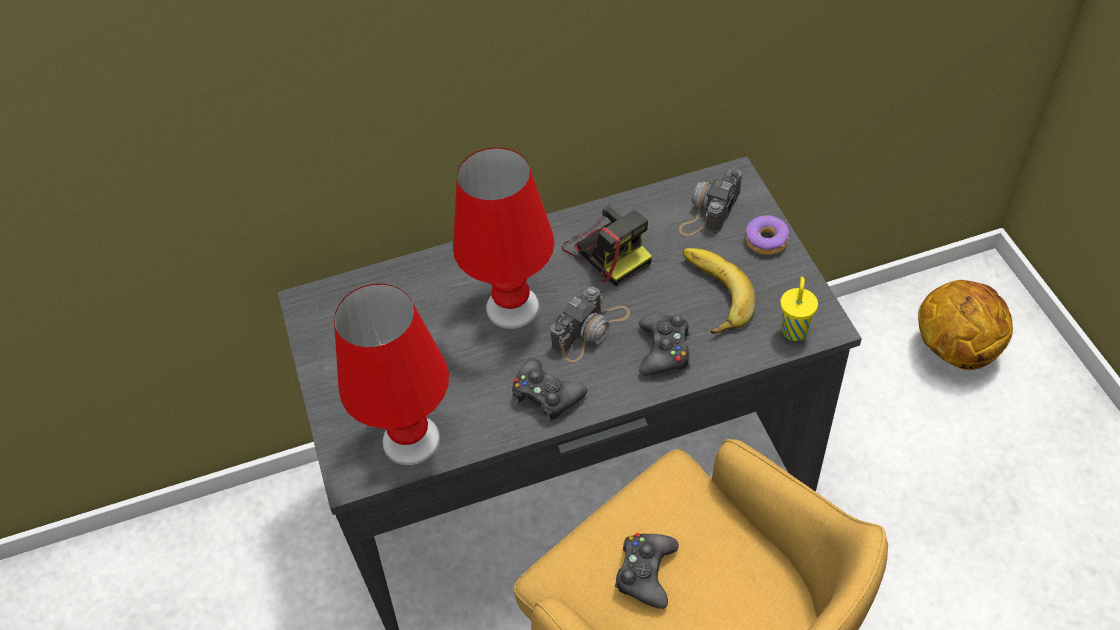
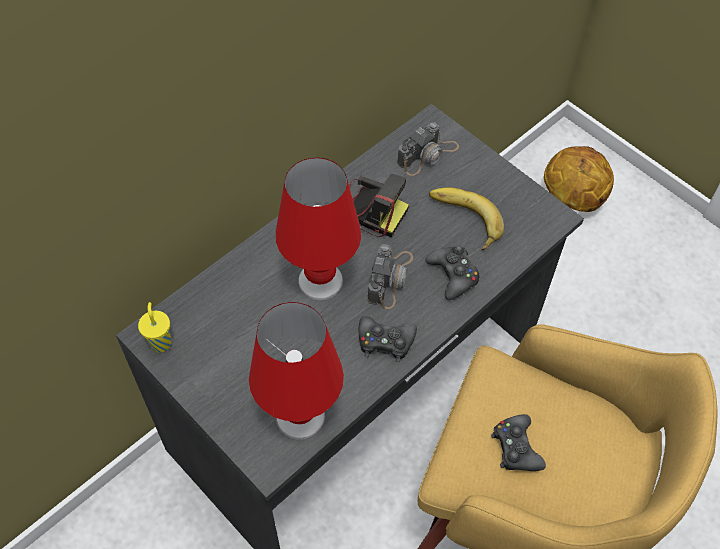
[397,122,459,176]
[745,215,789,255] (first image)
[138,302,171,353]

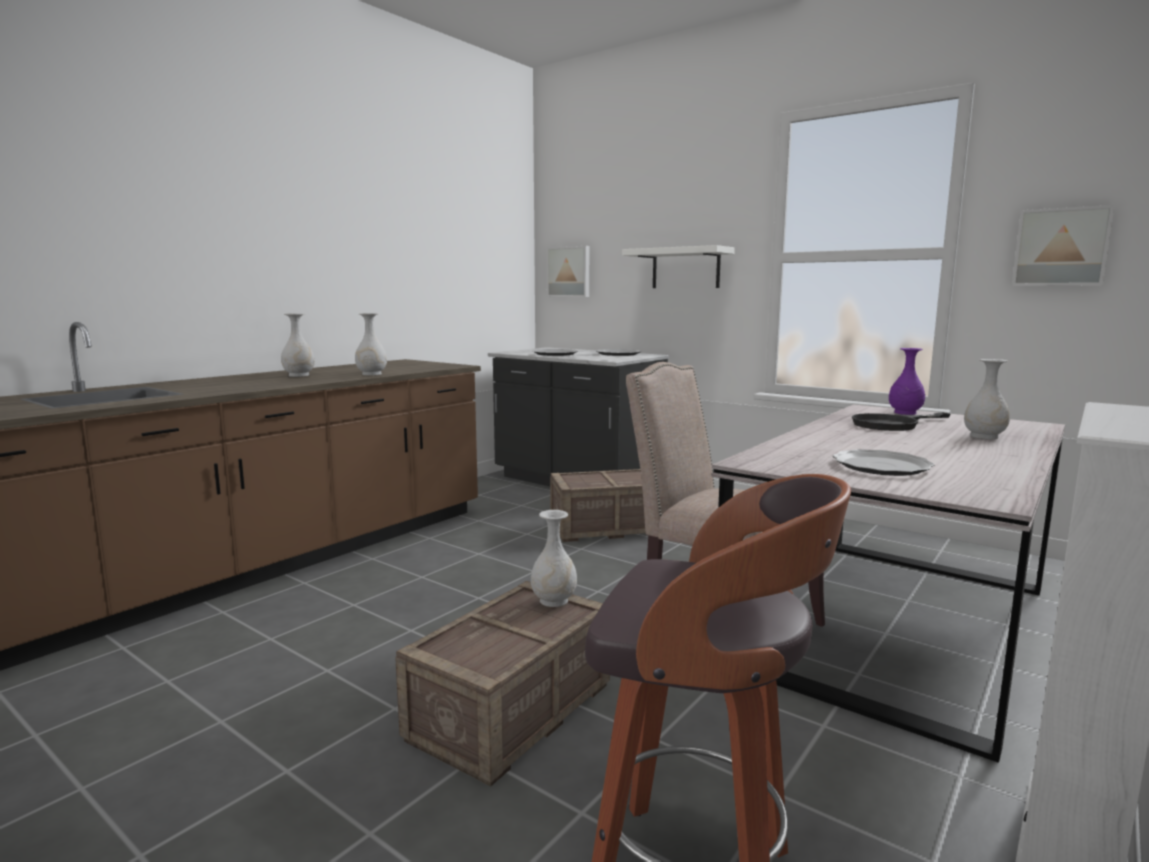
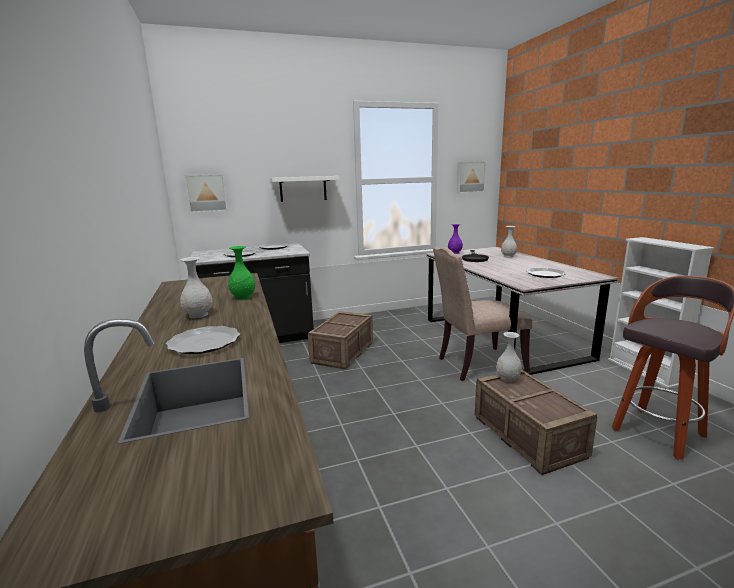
[228,246,255,300]
[166,326,240,354]

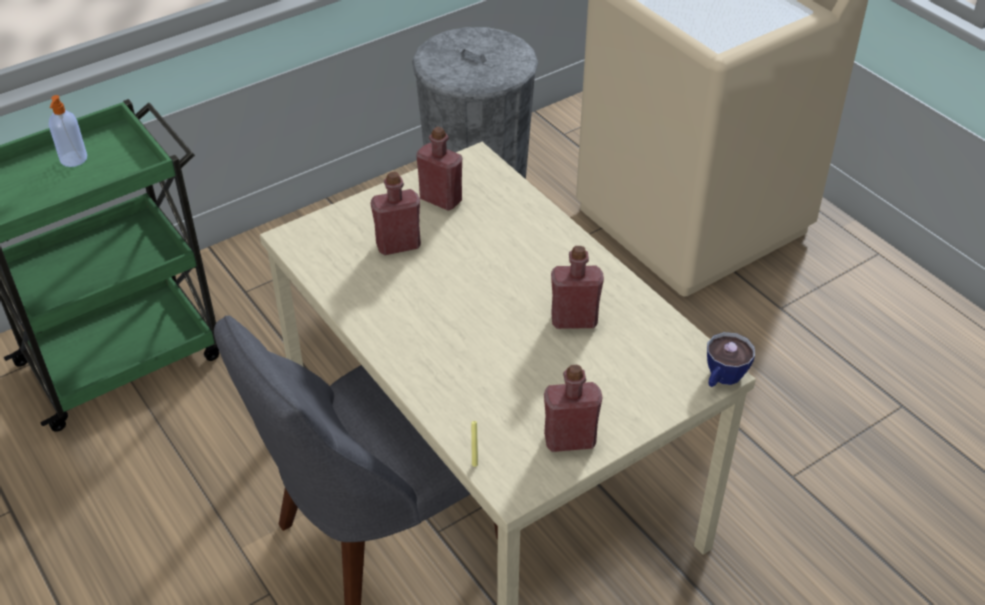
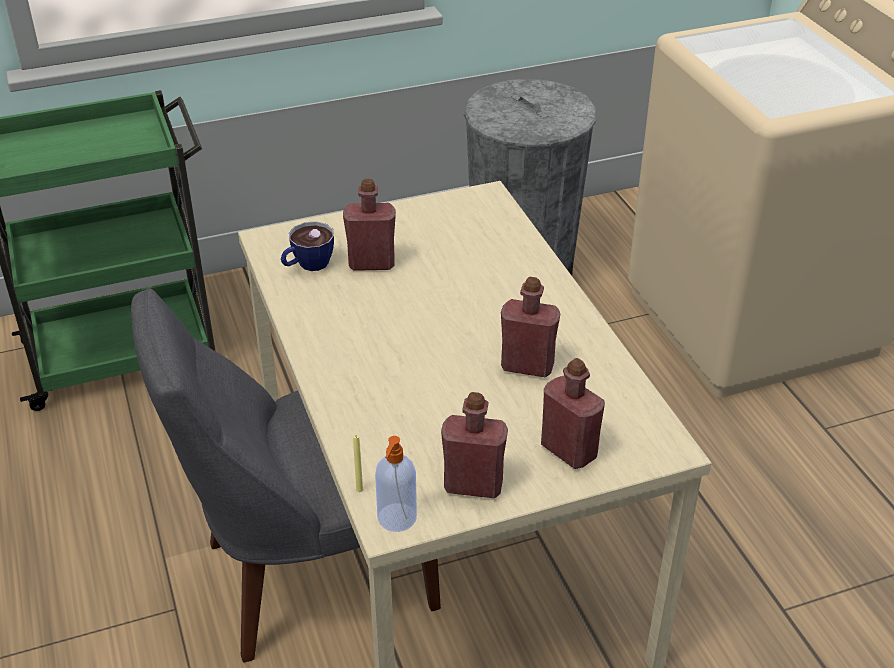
[375,436,417,532]
[541,358,605,469]
[281,221,334,271]

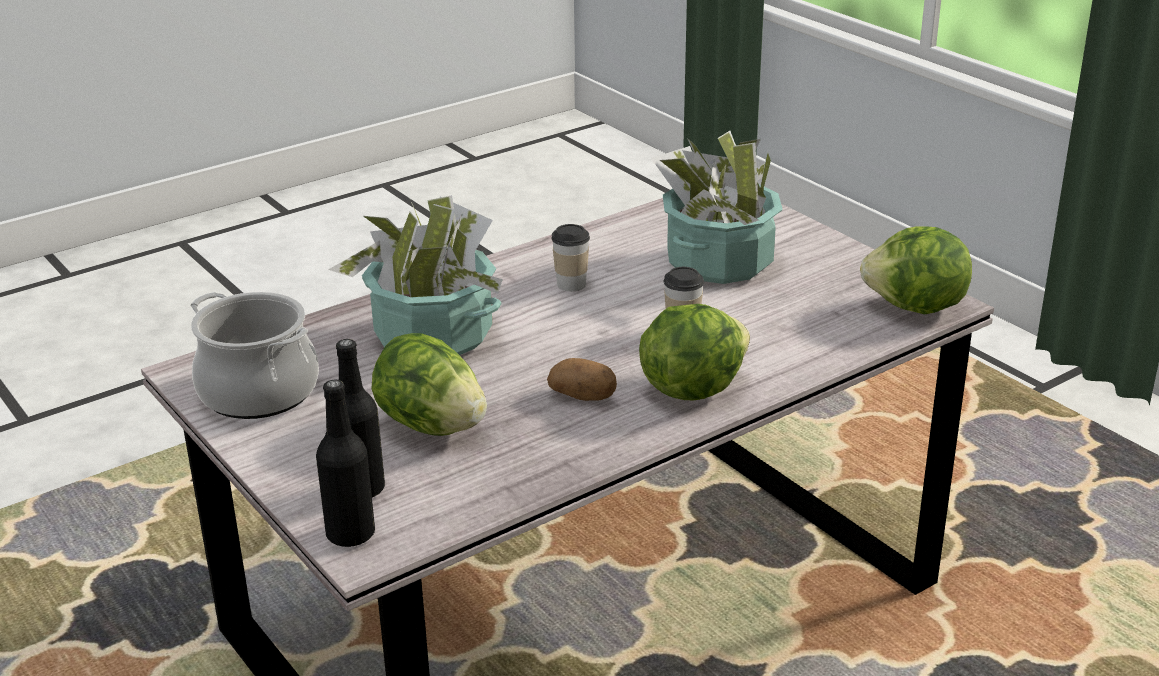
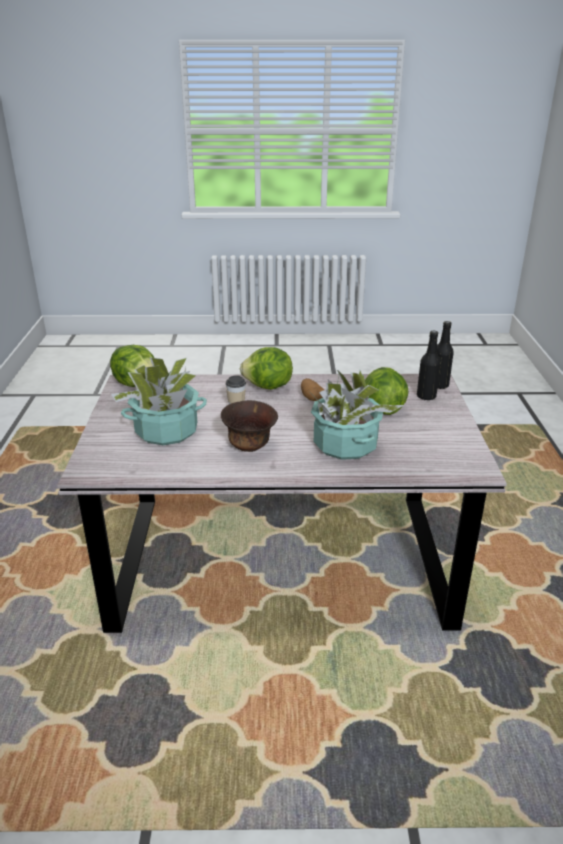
[221,400,278,452]
[190,292,319,419] (first image)

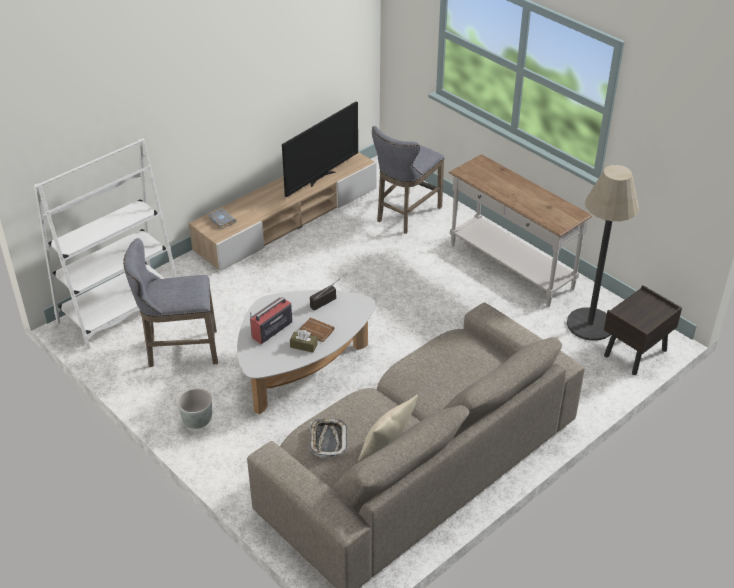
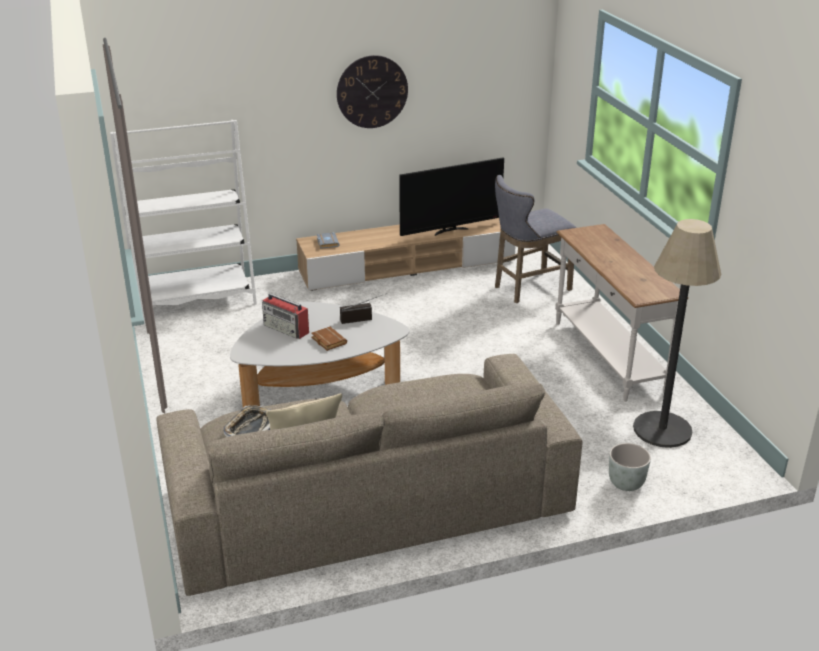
[123,238,218,367] (first image)
[604,285,682,375] (first image)
[262,293,309,339]
[290,330,318,353] (first image)
[609,443,651,491]
[337,55,408,128]

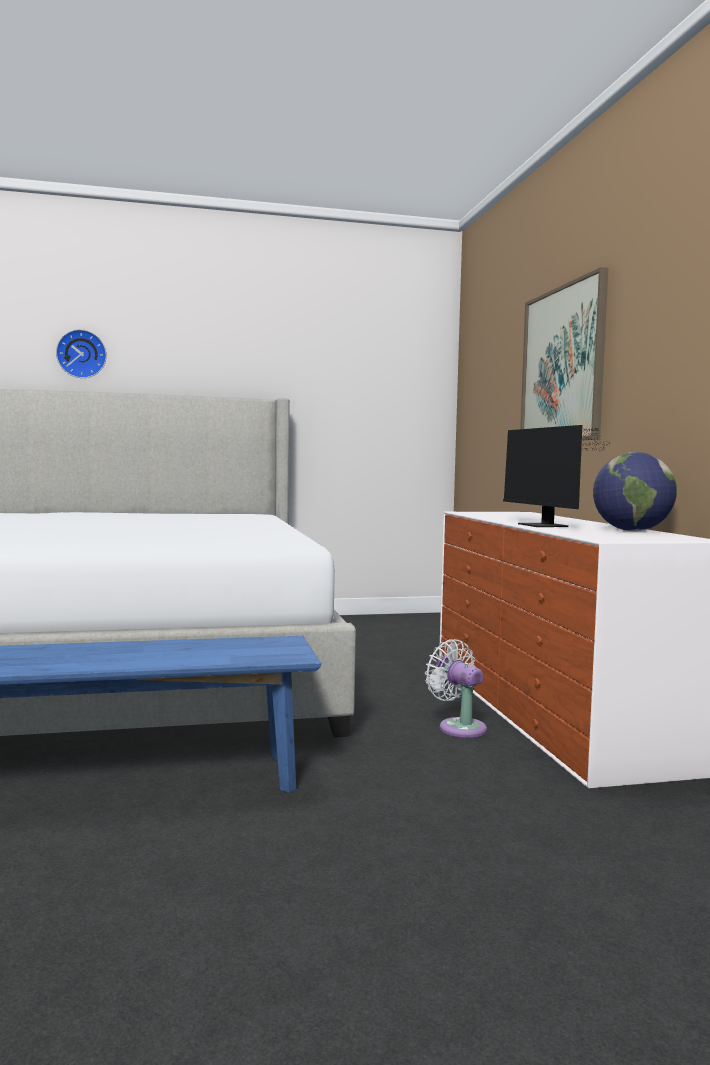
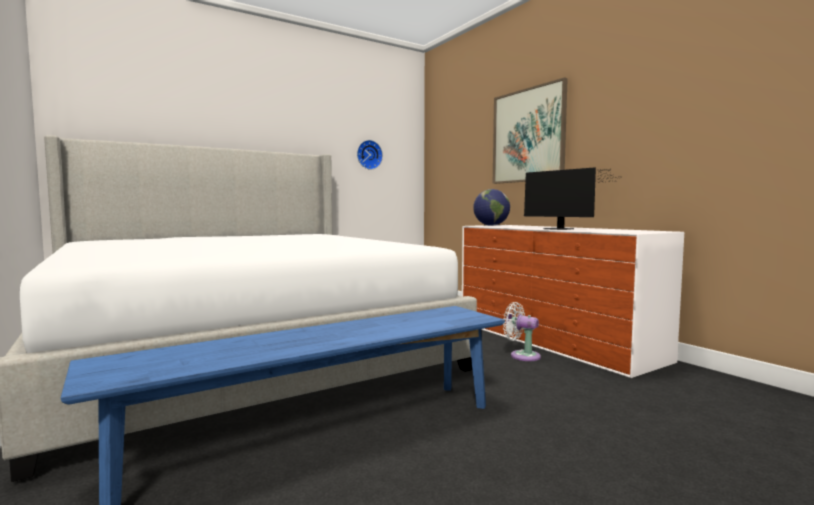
[357,140,383,170]
[473,189,510,226]

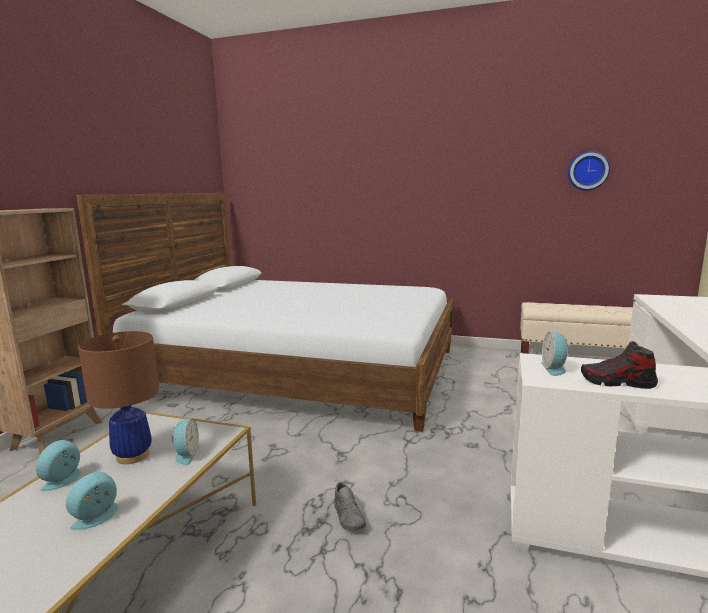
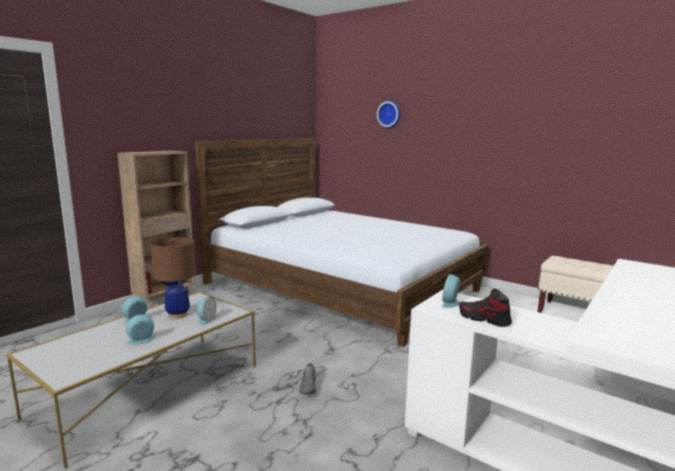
[377,100,401,129]

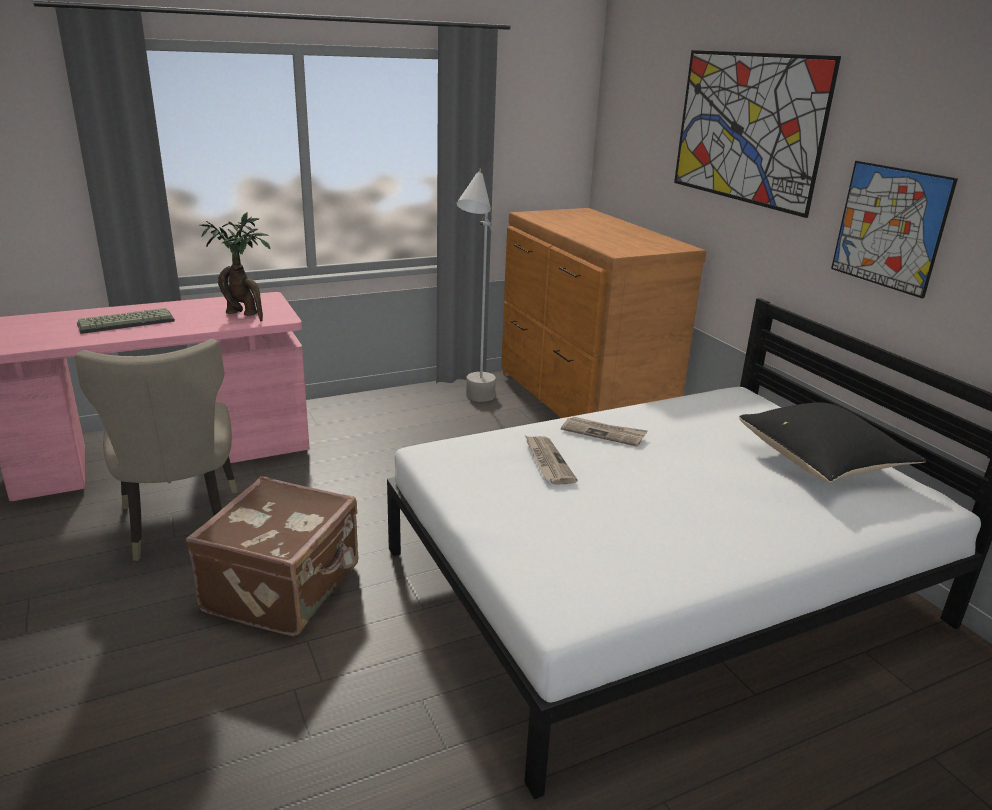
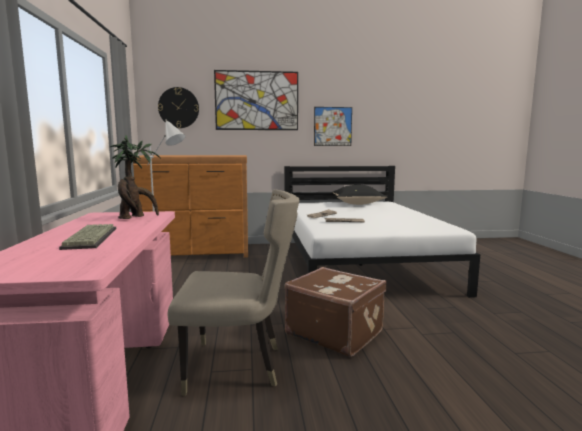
[158,87,199,128]

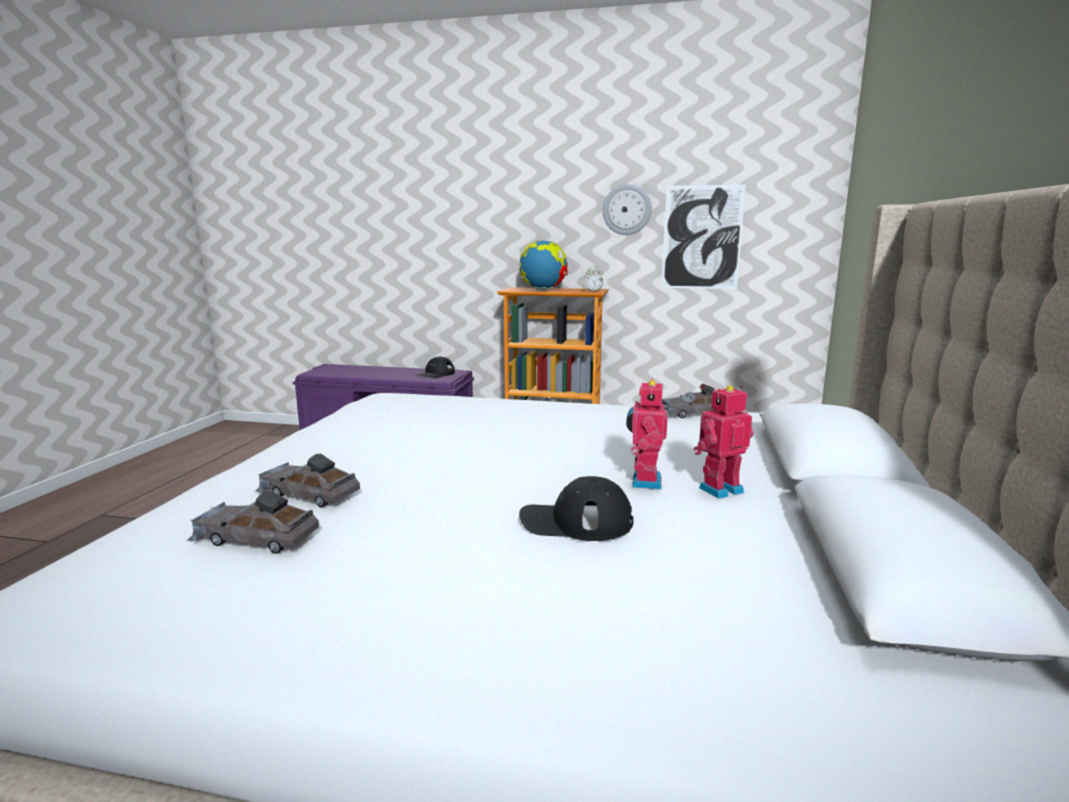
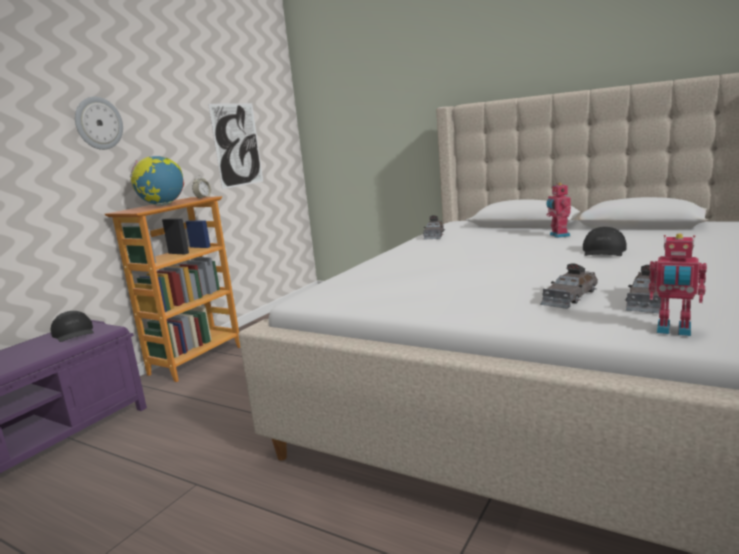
[75,97,123,150]
[648,233,707,336]

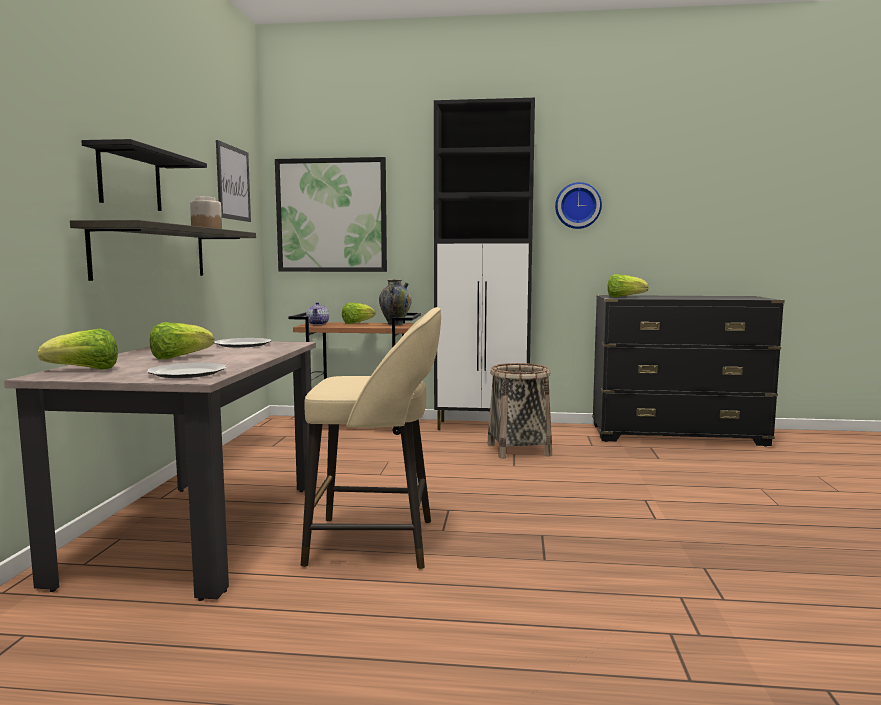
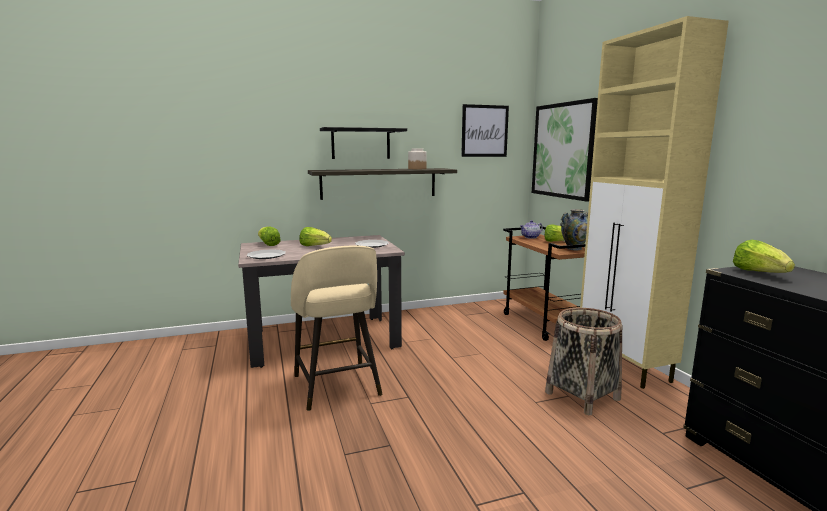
[580,16,729,389]
[555,182,602,229] (first image)

